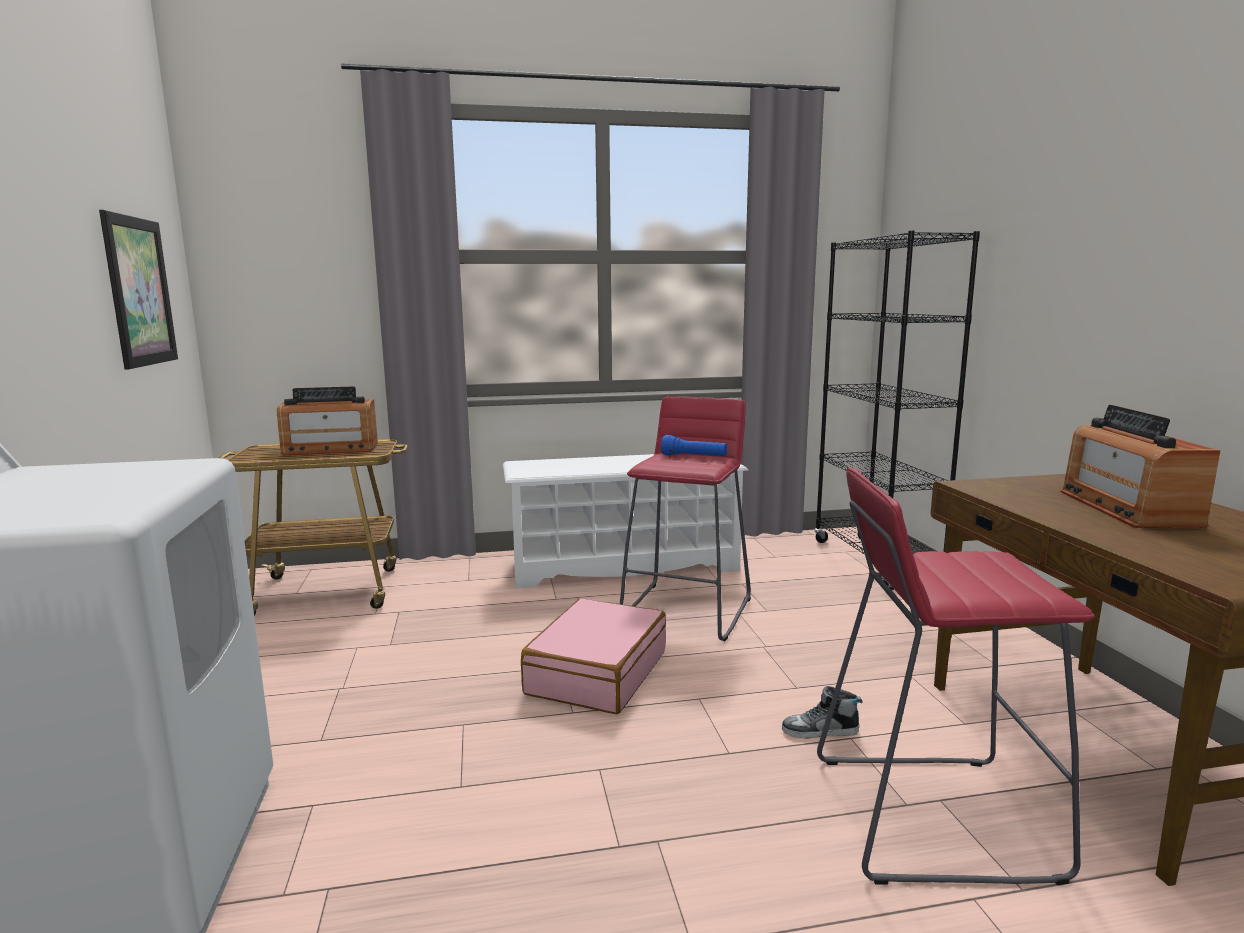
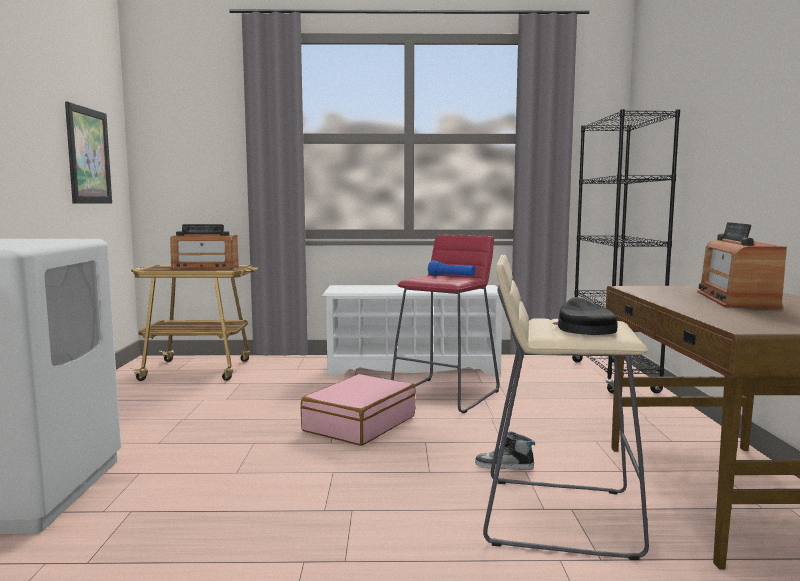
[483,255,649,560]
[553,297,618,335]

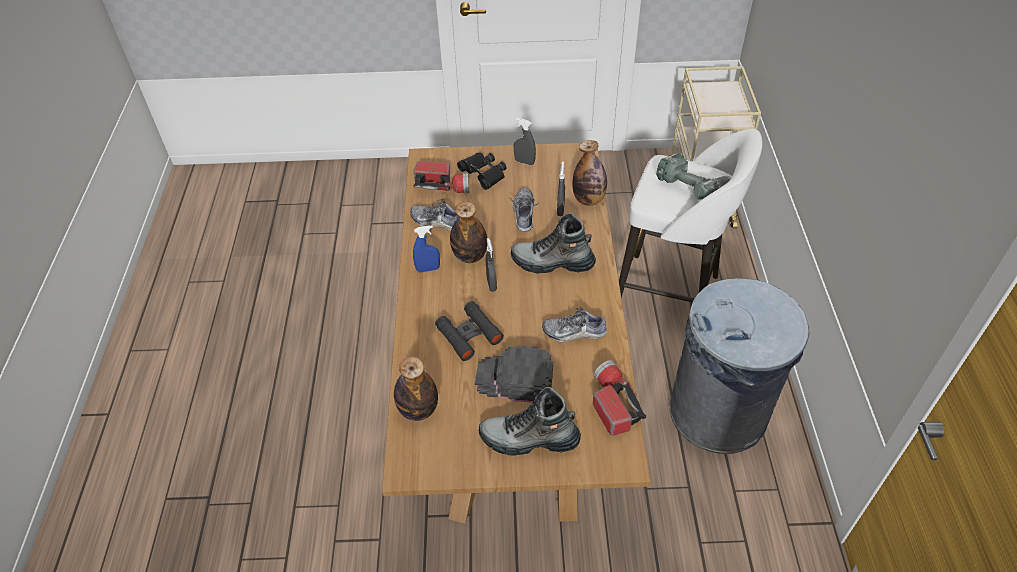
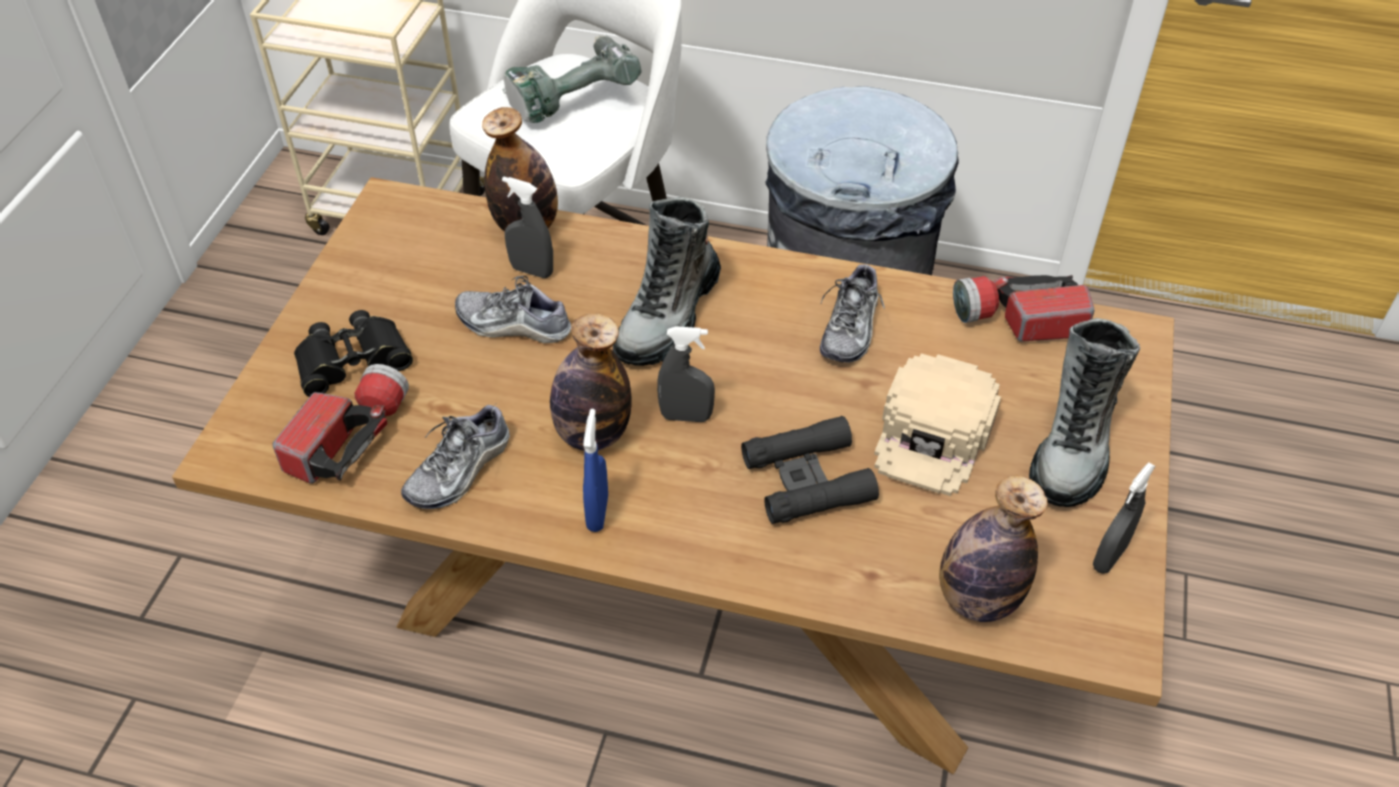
[1093,462,1155,574]
[874,354,1001,496]

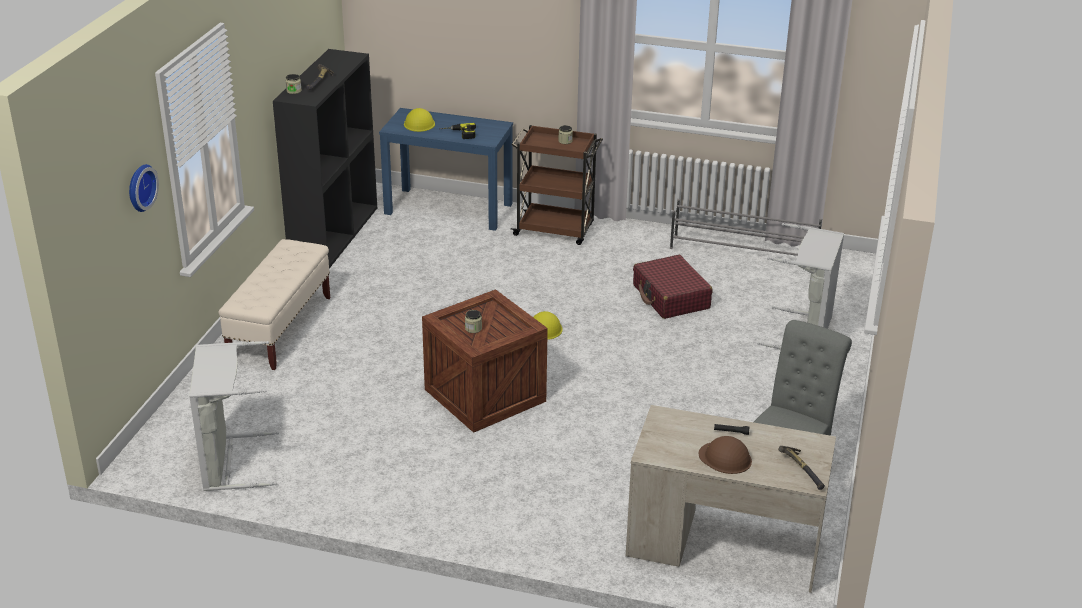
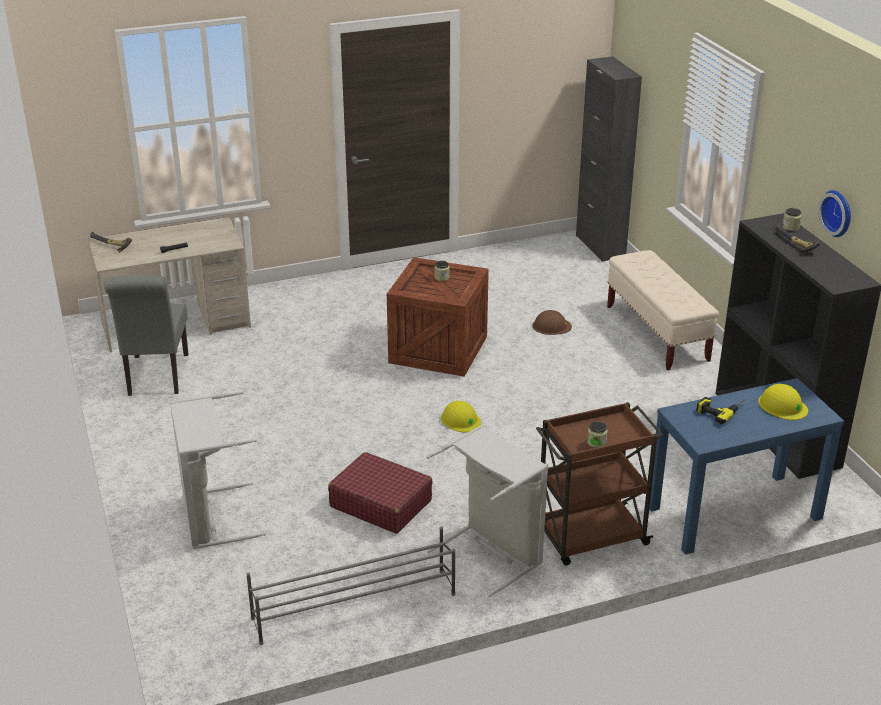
[818,190,851,237]
[426,425,548,597]
[533,310,572,335]
[576,56,642,262]

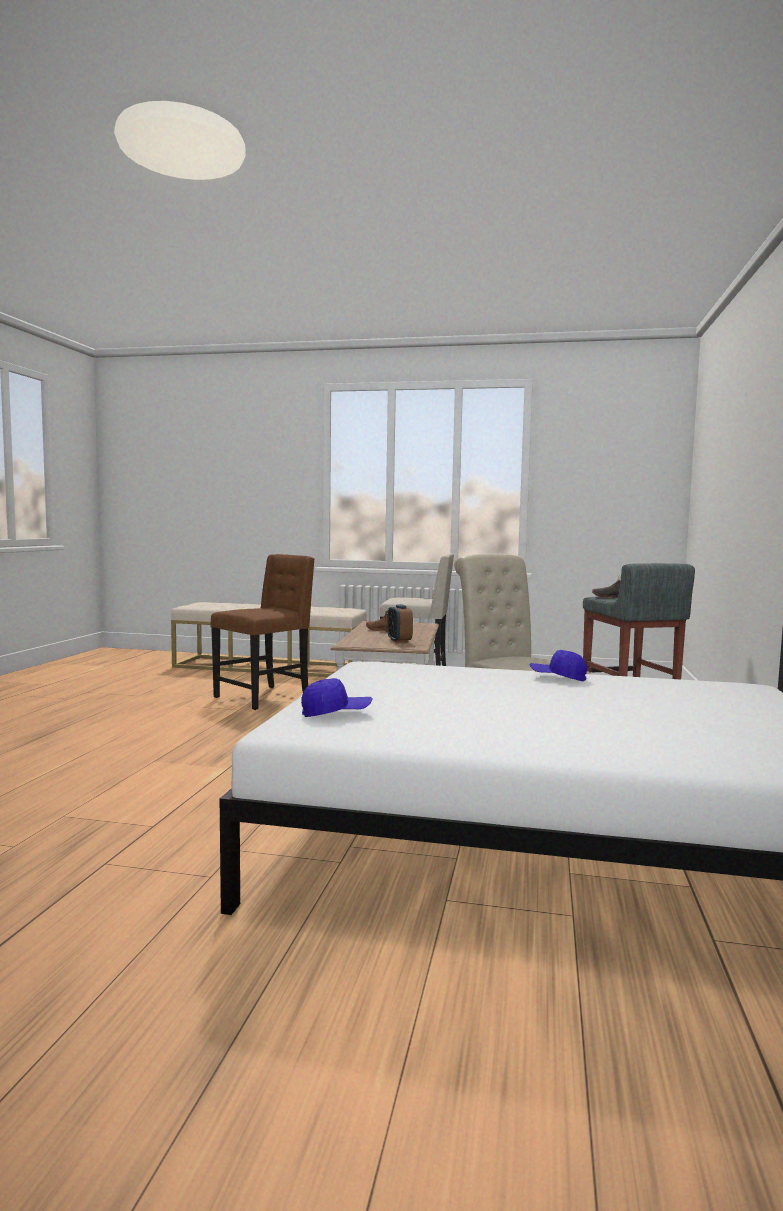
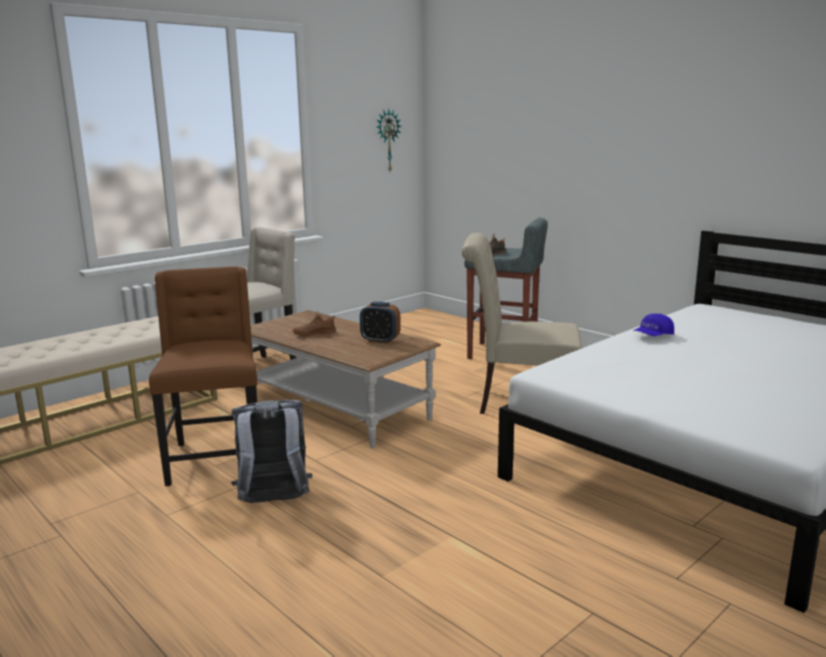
[301,678,372,717] (first image)
[377,109,402,171]
[231,400,312,503]

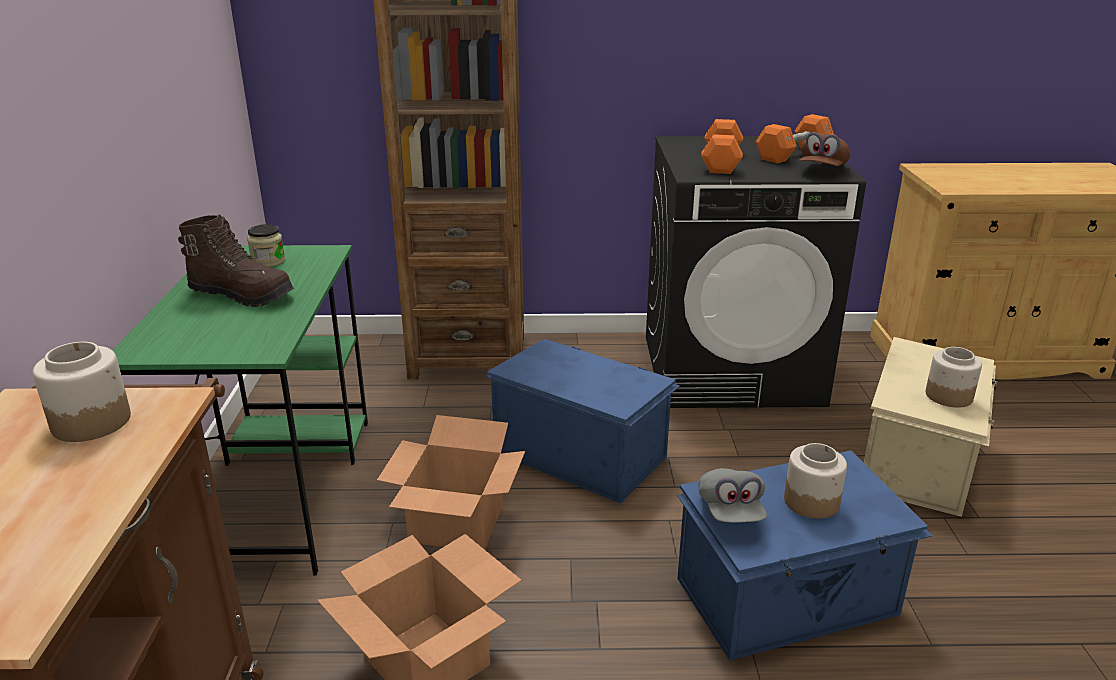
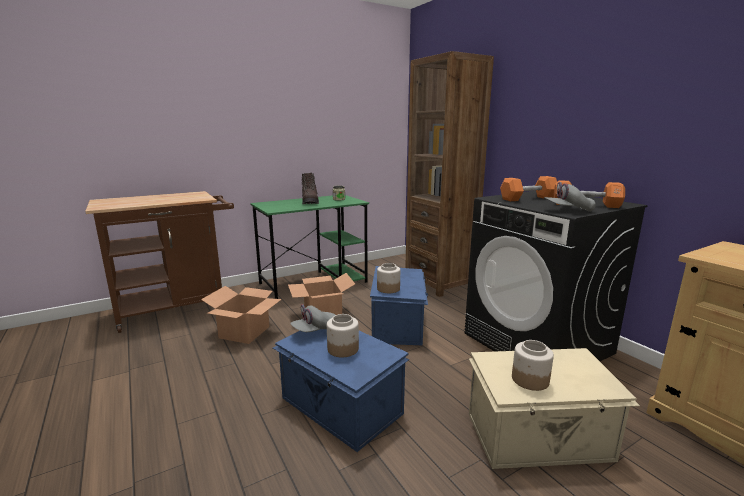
[544,182,596,212]
[377,263,400,293]

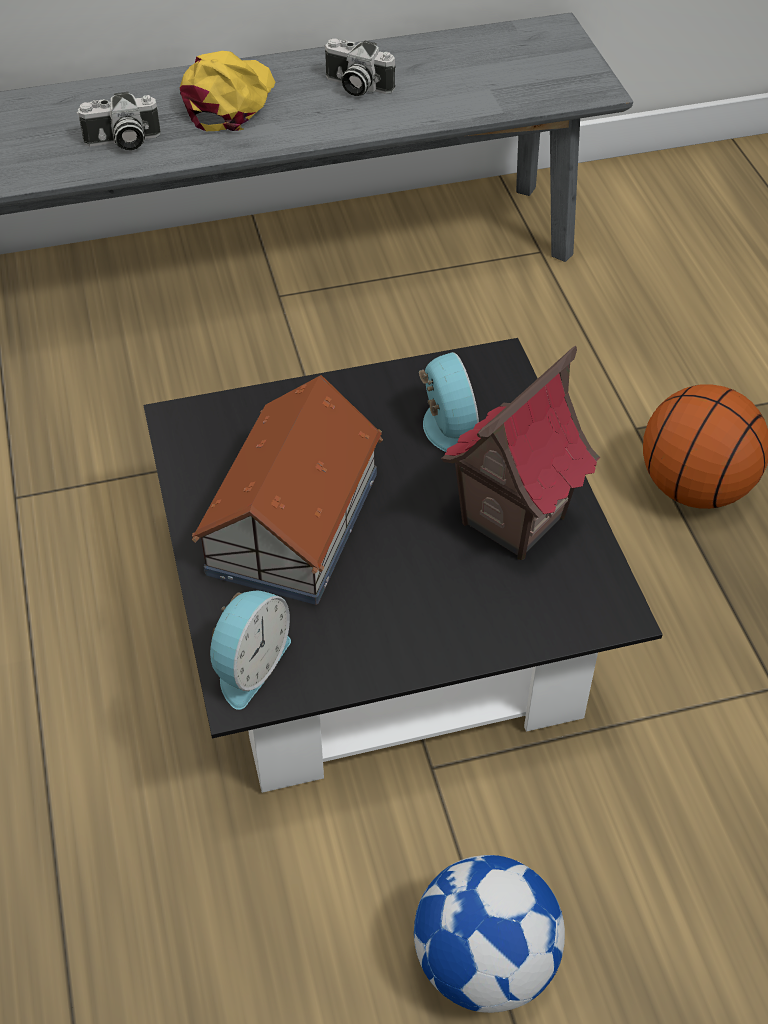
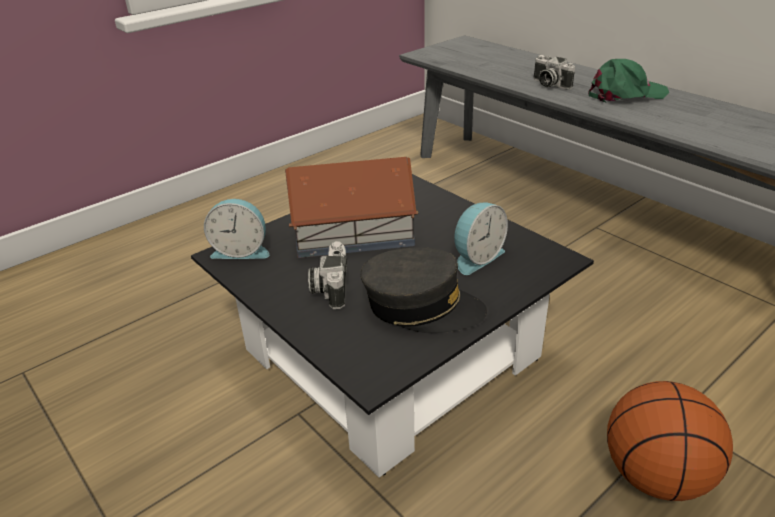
[308,241,347,309]
[588,59,669,103]
[360,247,487,333]
[414,855,565,1013] (first image)

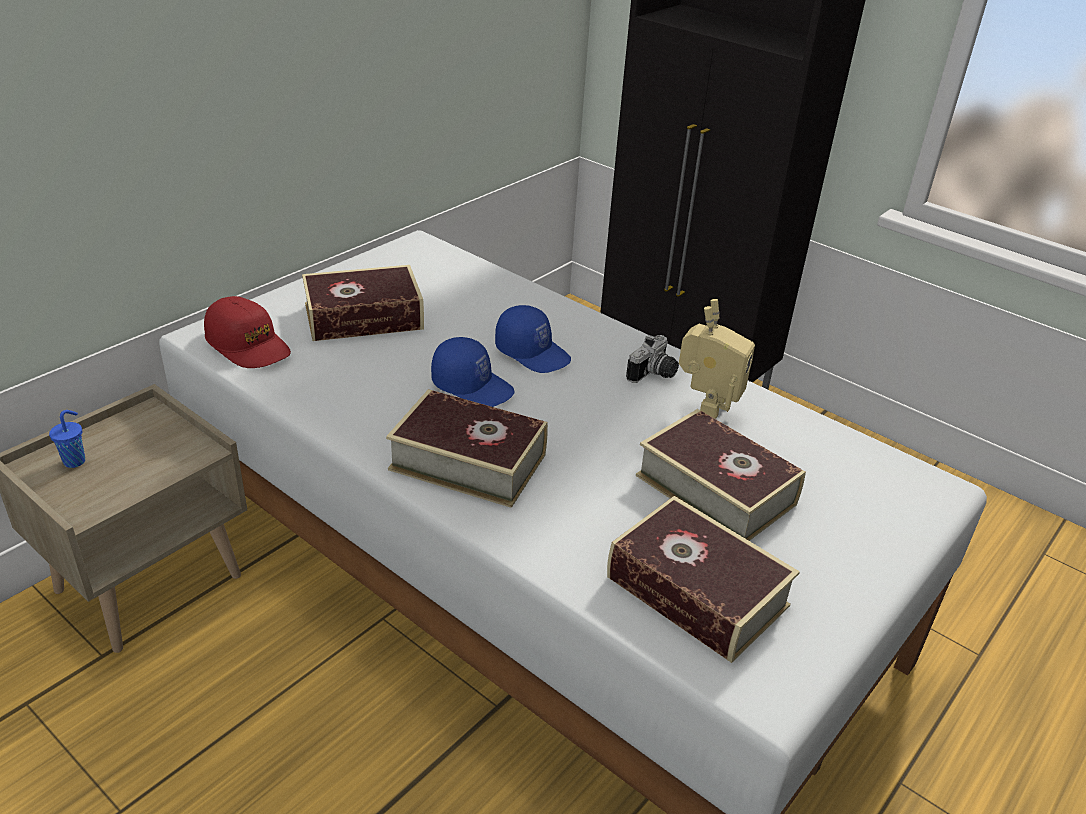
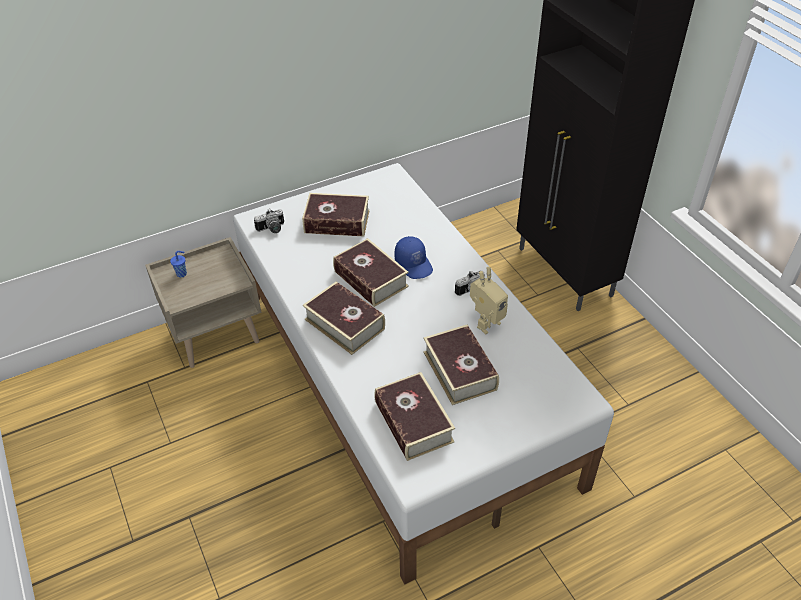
[254,209,284,233]
[333,238,409,307]

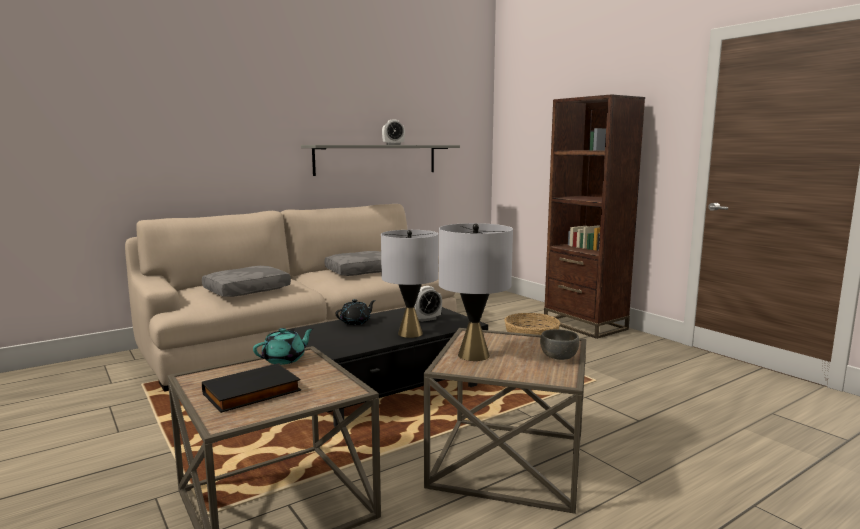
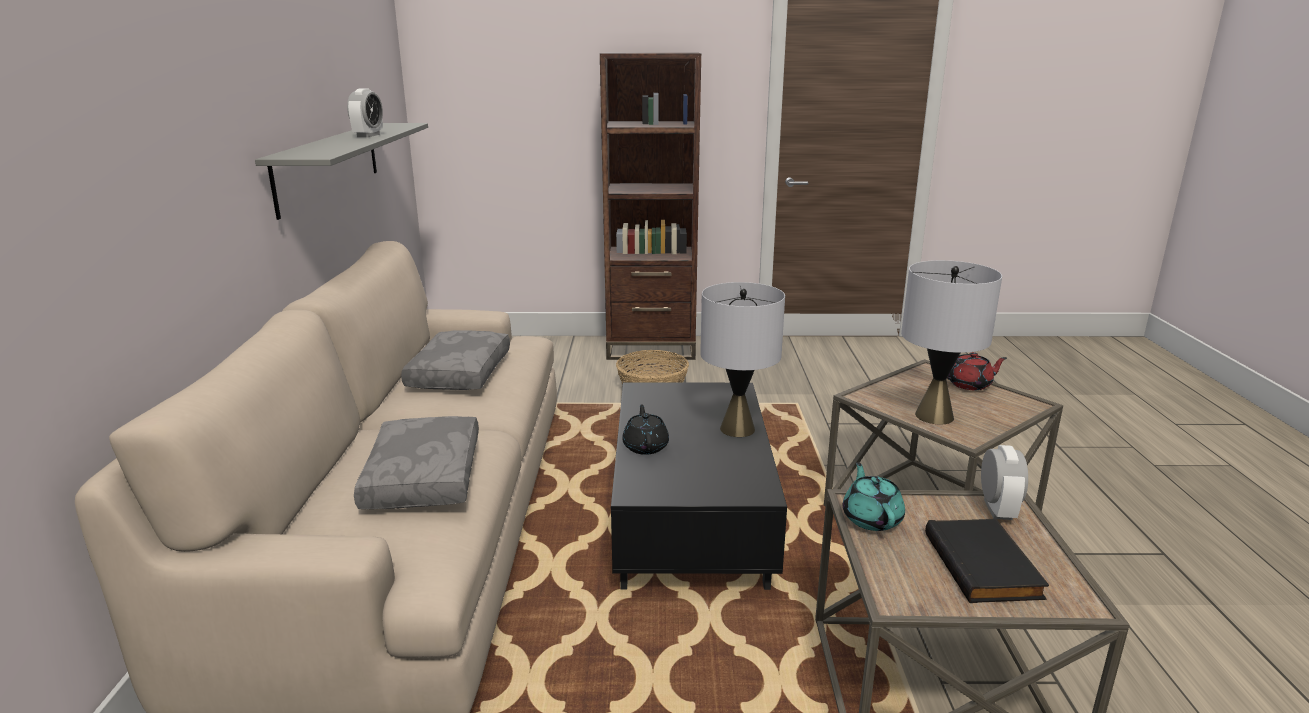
[981,445,1028,520]
[947,352,1007,390]

